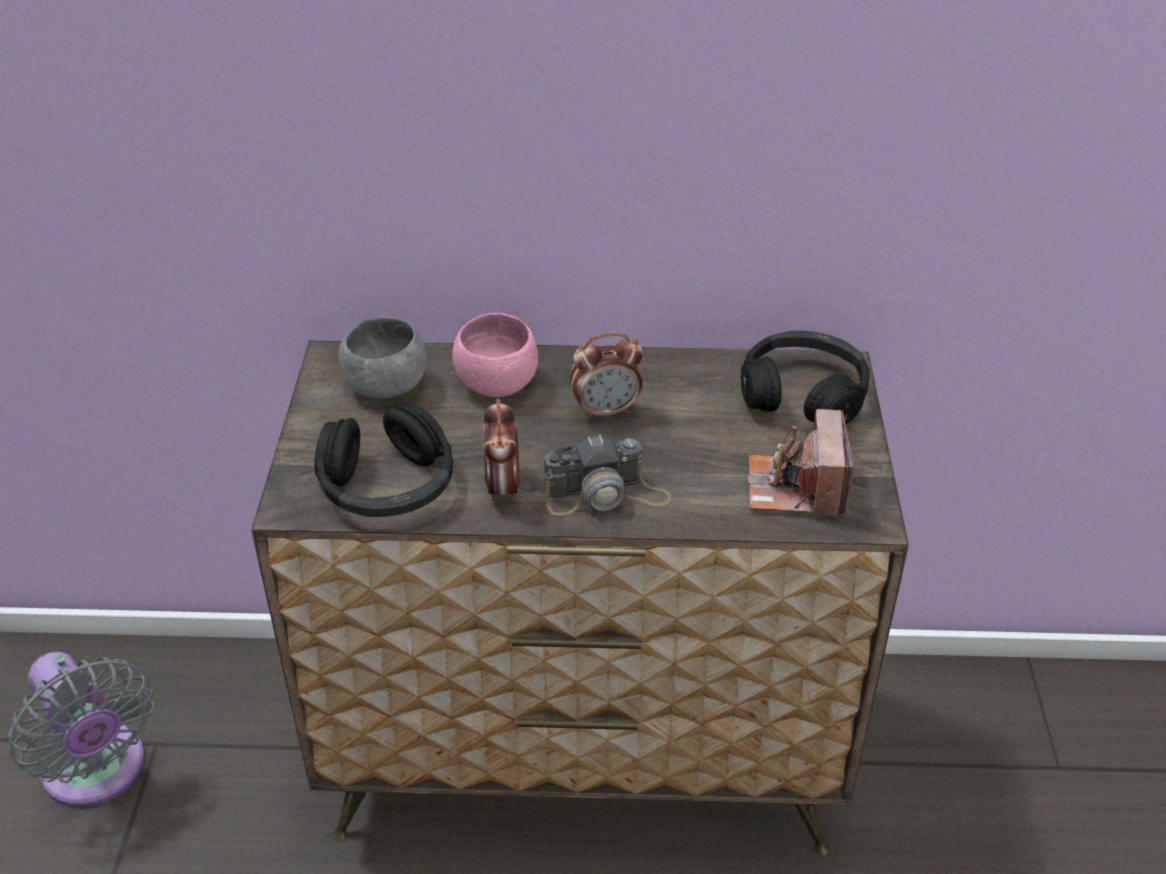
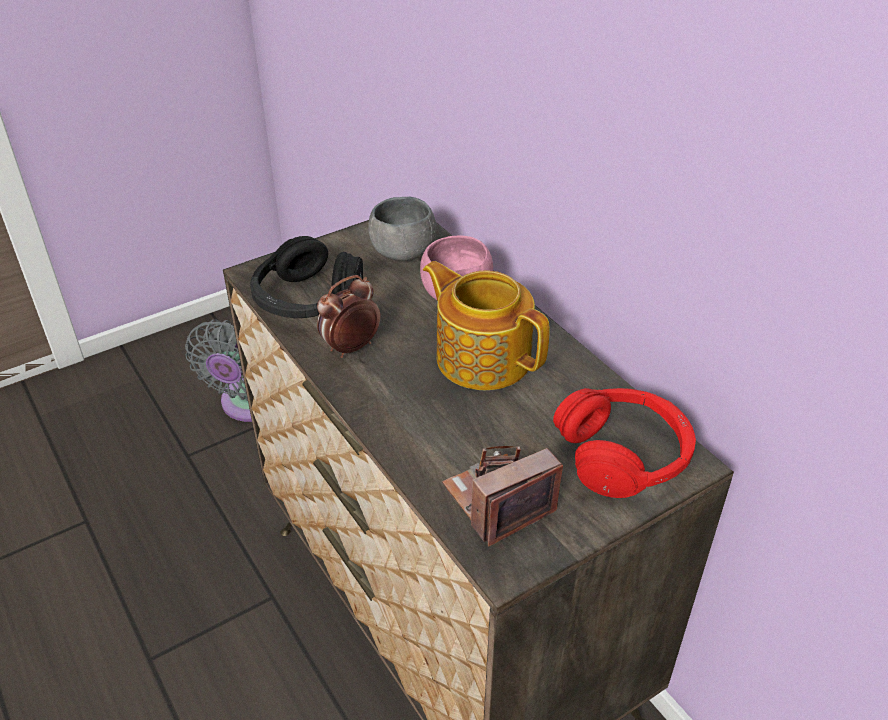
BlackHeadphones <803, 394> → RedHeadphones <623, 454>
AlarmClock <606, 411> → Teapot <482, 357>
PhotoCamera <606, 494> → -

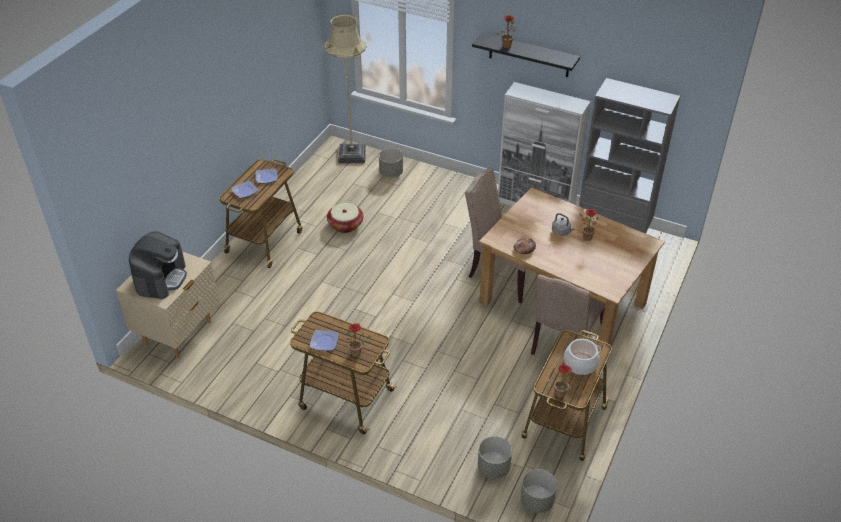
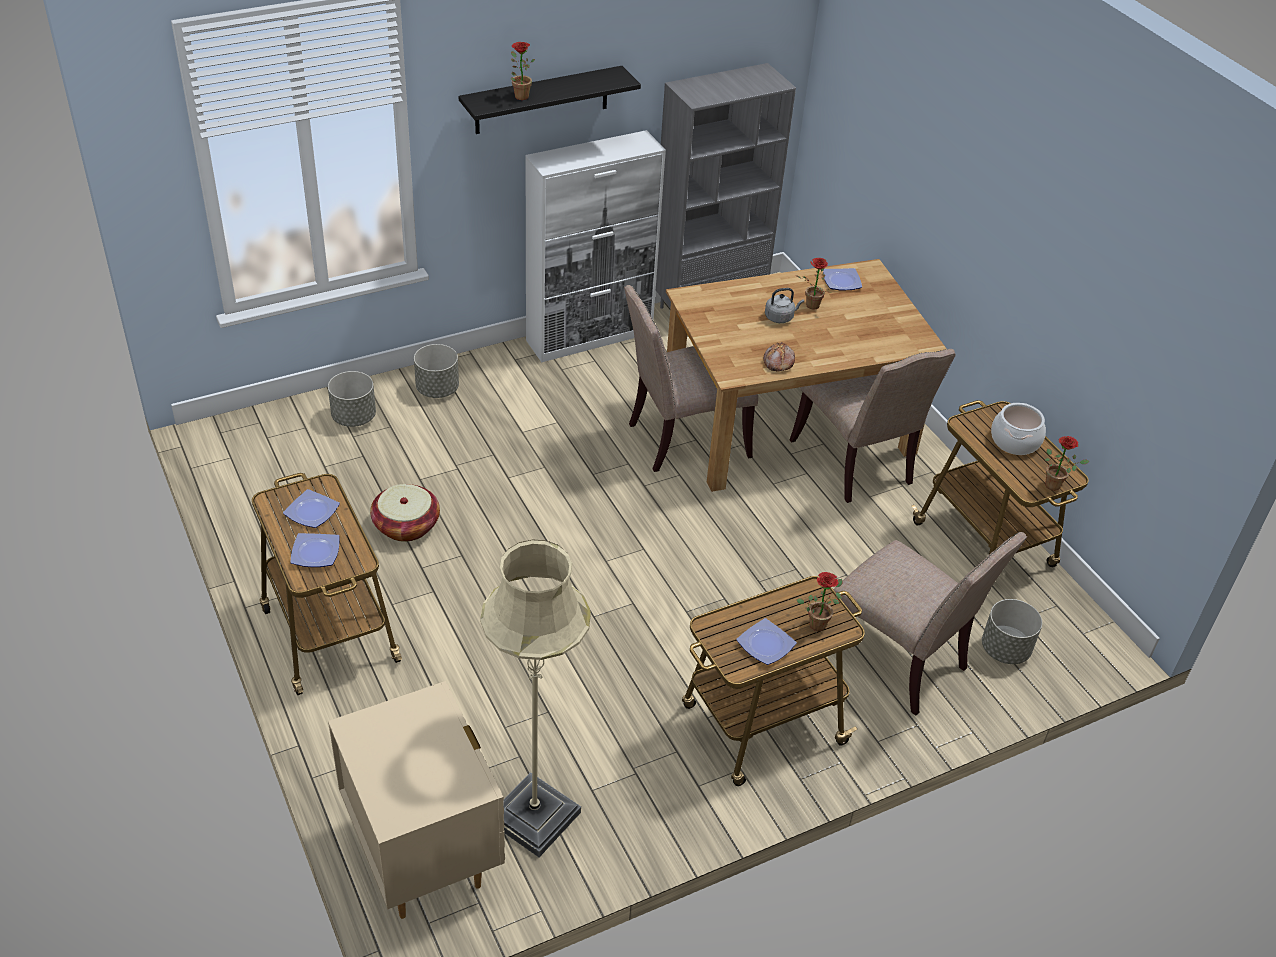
BeigeFloorLamp <352, 155> → BeigeFloorLamp <534, 817>, moved
CoffeeMachine <161, 278> → -
GreyPlanter <536, 501> → GreyPlanter <437, 389>, moved
- → Plate <841, 282>
- → BeigeChair <899, 661>

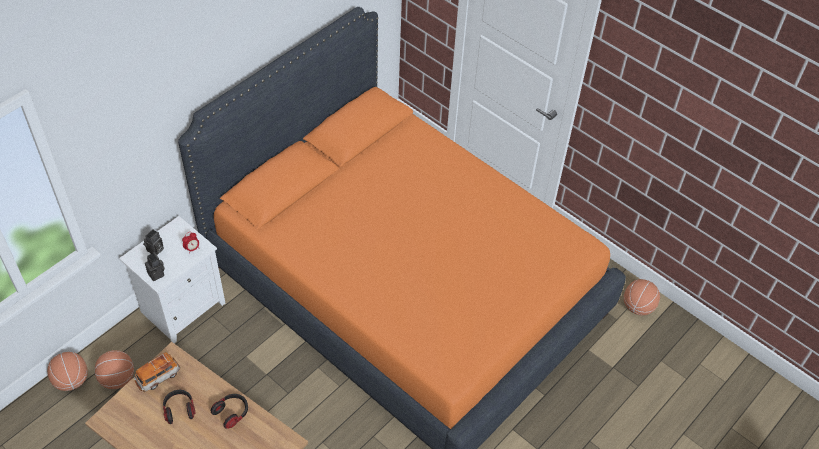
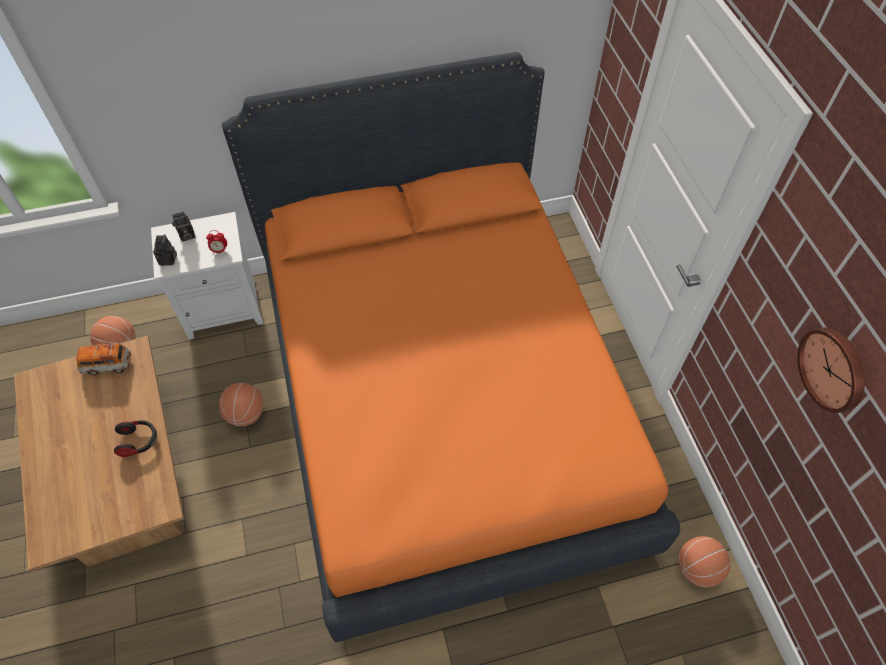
Basketball <71, 380> → Basketball <246, 414>, moved
Headphones <179, 409> → -
- → WallClock <834, 368>

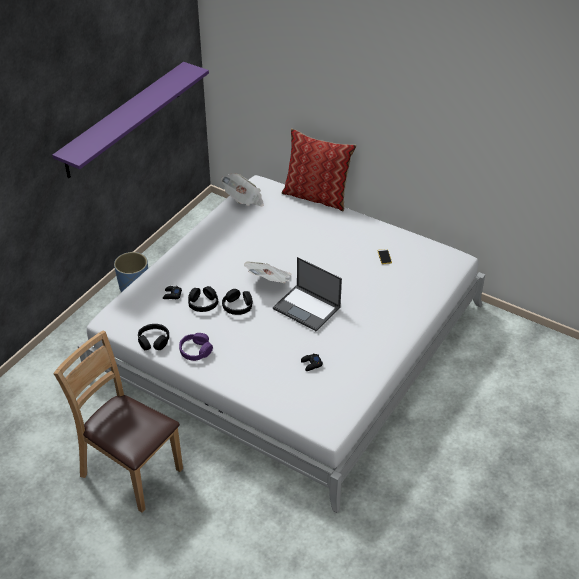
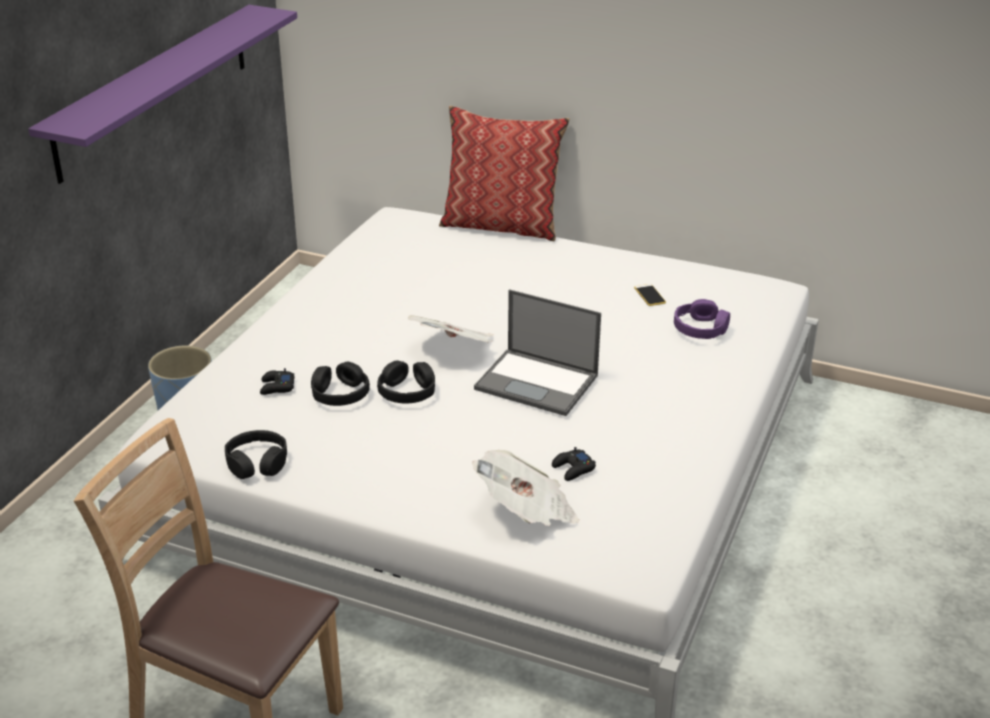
Newspaper <244, 200> → Newspaper <526, 511>, moved
PurpleHeadphones <195, 351> → PurpleHeadphones <700, 329>, moved

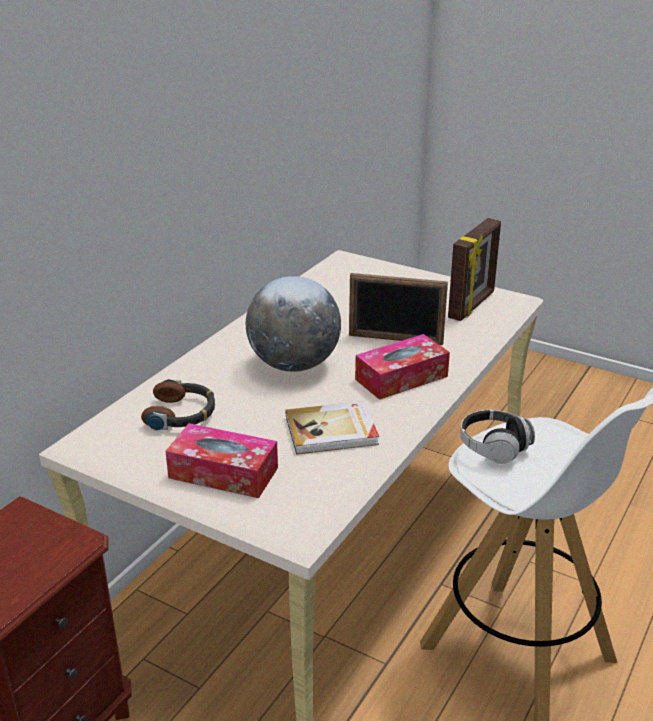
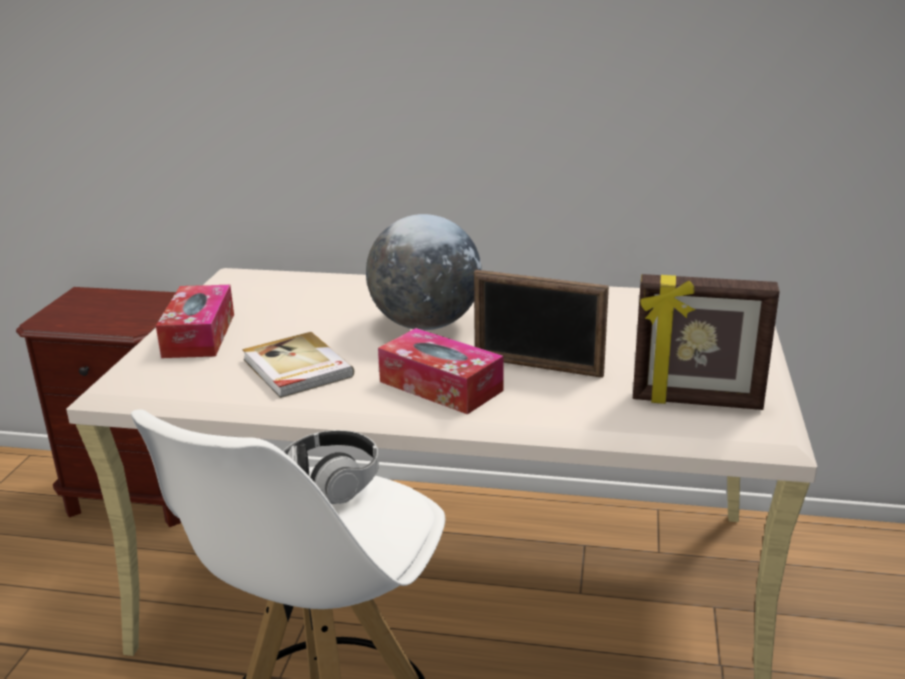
PictureFrame <395, 339> → PictureFrame <537, 367>, 60 degrees counterclockwise
Headphones <181, 414> → -

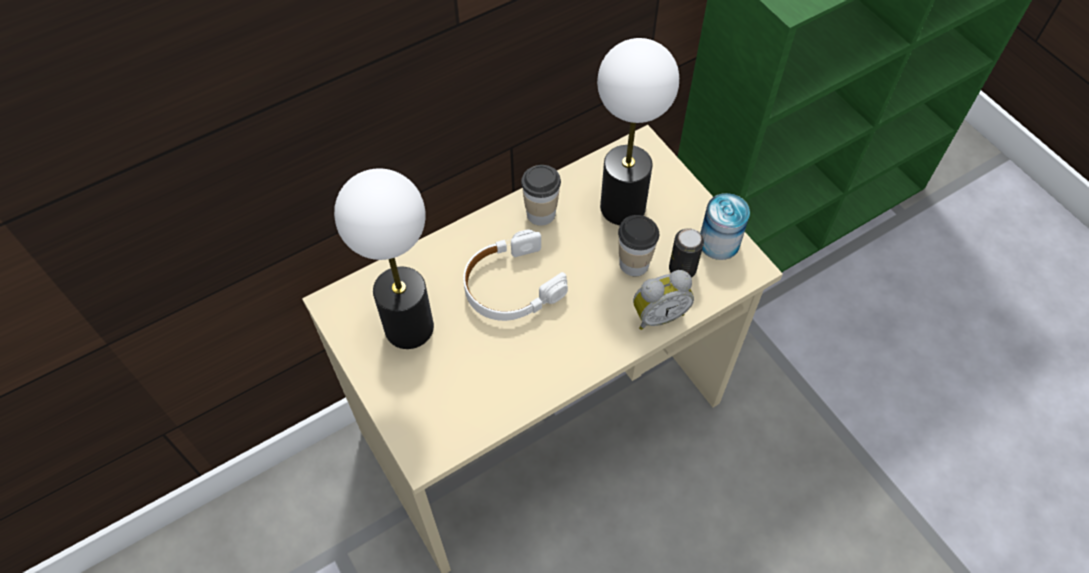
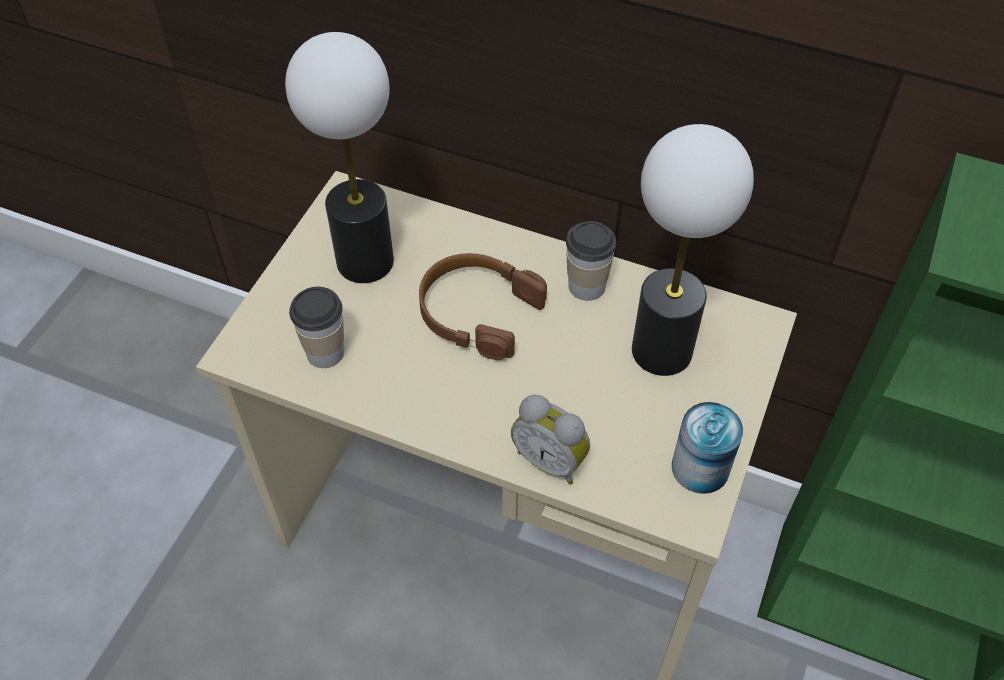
Cup <634, 263> → Cup <325, 352>, moved
Can <682, 269> → -
WhiteHeadphones <511, 286> → BrownHeadphones <477, 312>

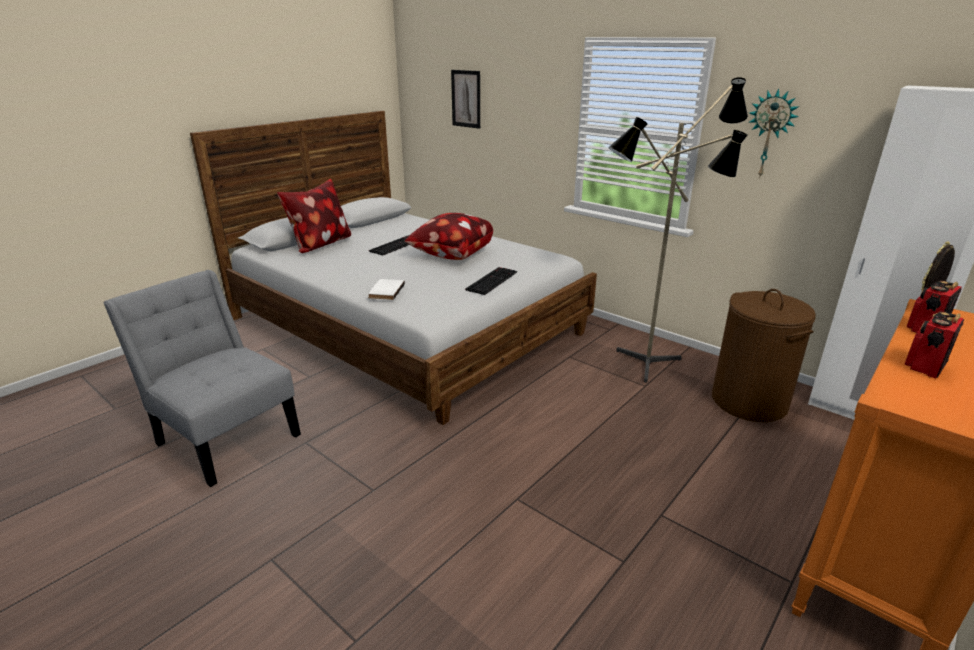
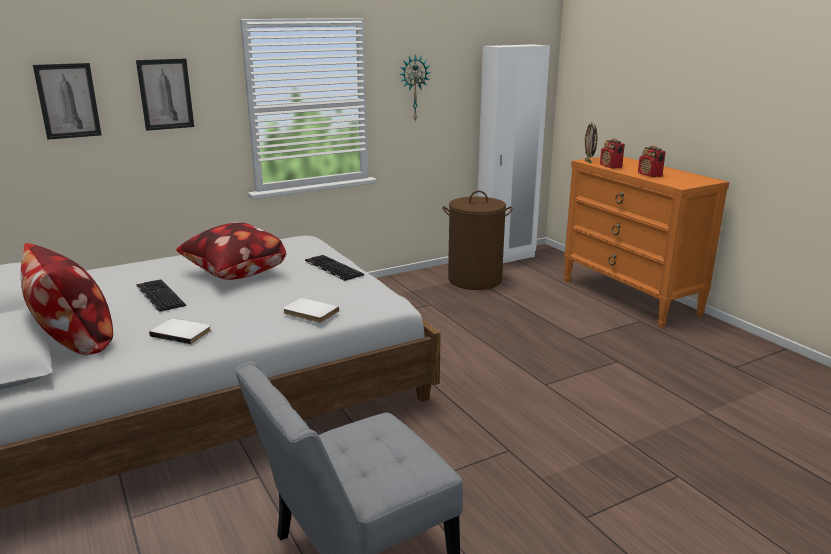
FloorLamp <652, 367> → -
- → Picture <165, 94>
- → WhiteBook <182, 332>

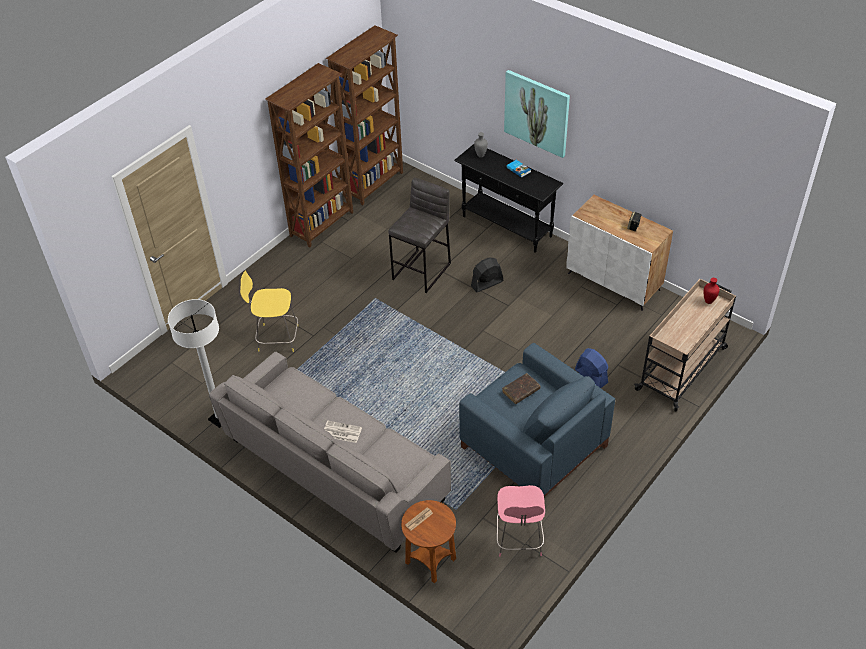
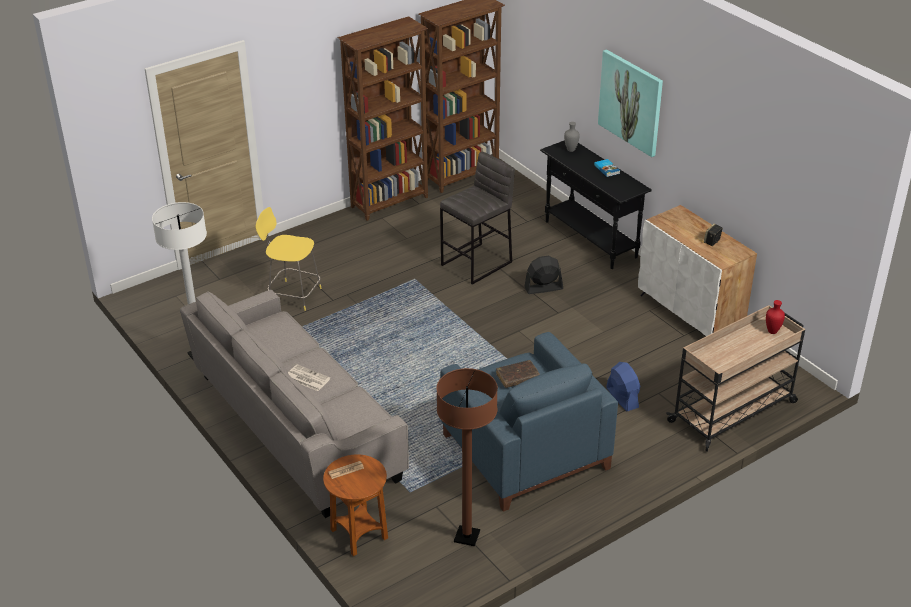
PinkStool <519, 540> → BrownFloorLamp <467, 536>

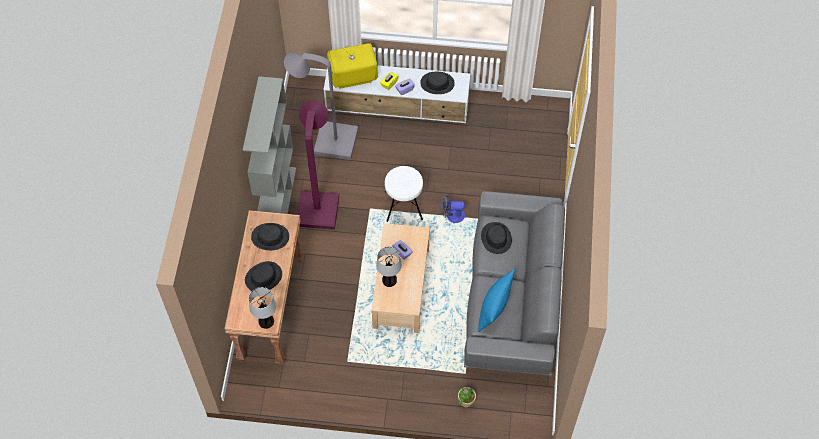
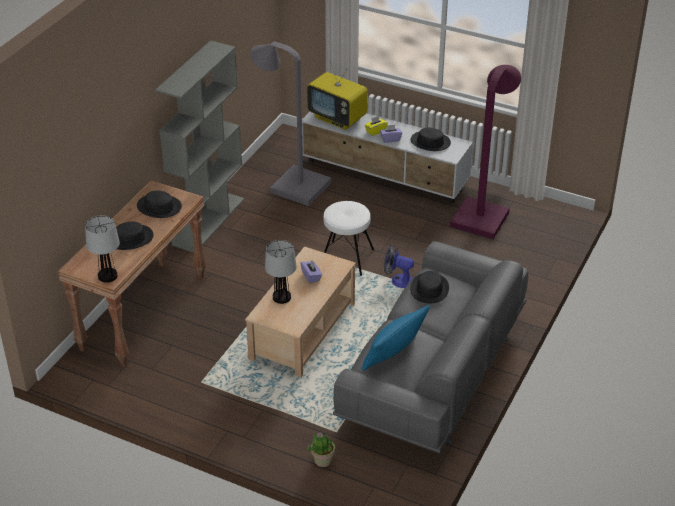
Television <352, 78> → Television <338, 118>, 150 degrees counterclockwise
PurpleFloorLamp <318, 204> → PurpleFloorLamp <482, 214>, moved

